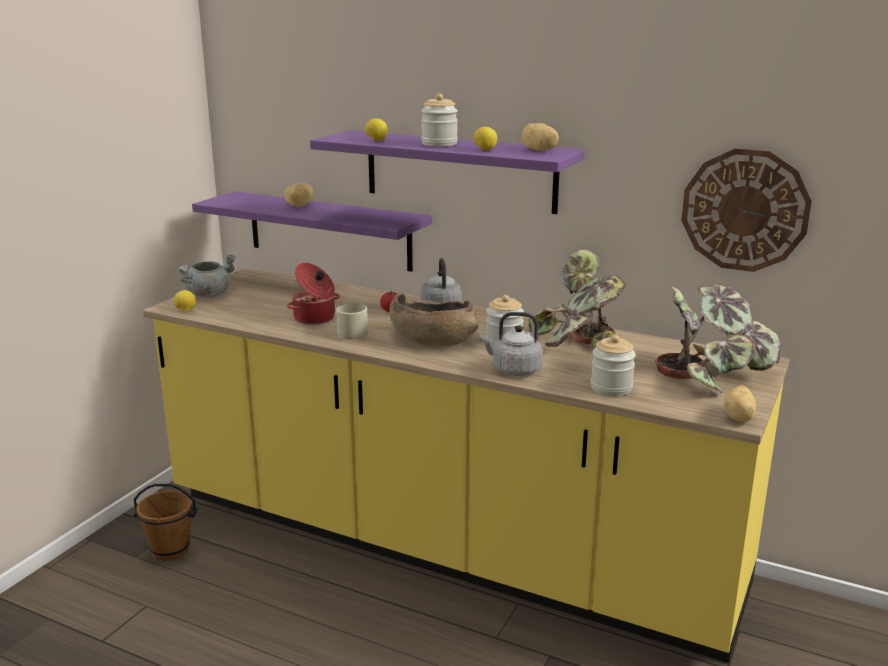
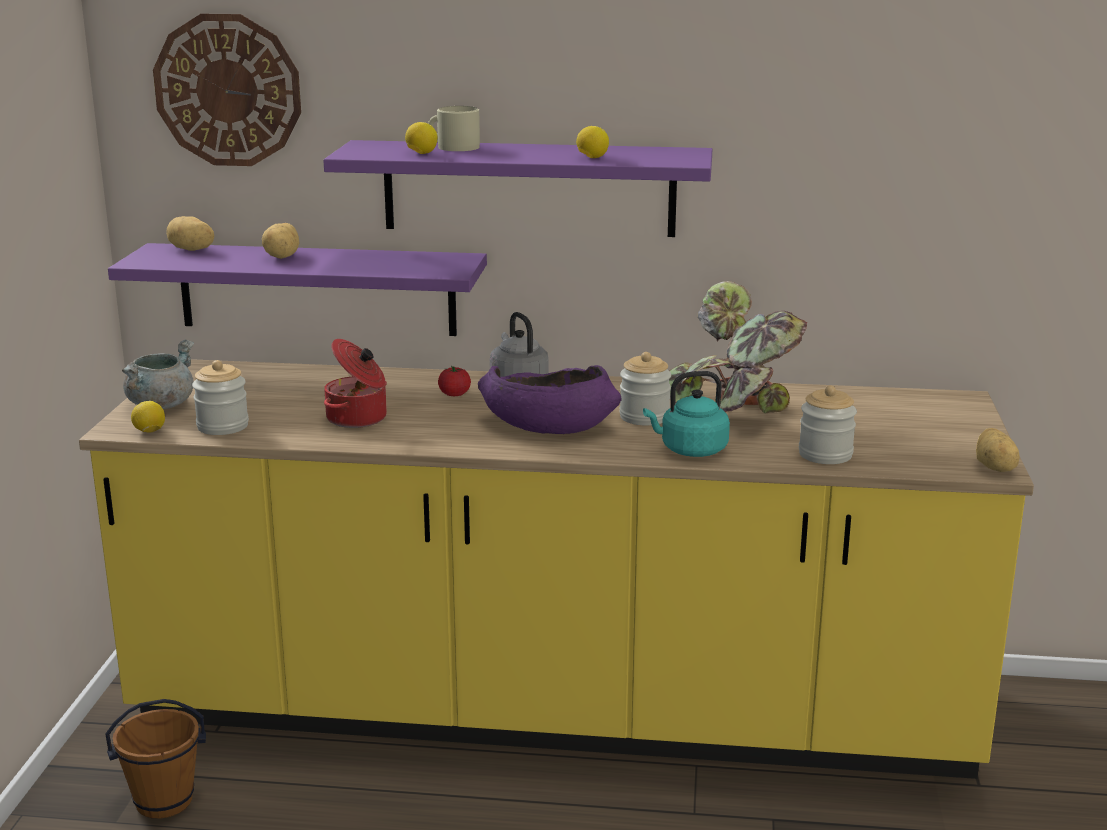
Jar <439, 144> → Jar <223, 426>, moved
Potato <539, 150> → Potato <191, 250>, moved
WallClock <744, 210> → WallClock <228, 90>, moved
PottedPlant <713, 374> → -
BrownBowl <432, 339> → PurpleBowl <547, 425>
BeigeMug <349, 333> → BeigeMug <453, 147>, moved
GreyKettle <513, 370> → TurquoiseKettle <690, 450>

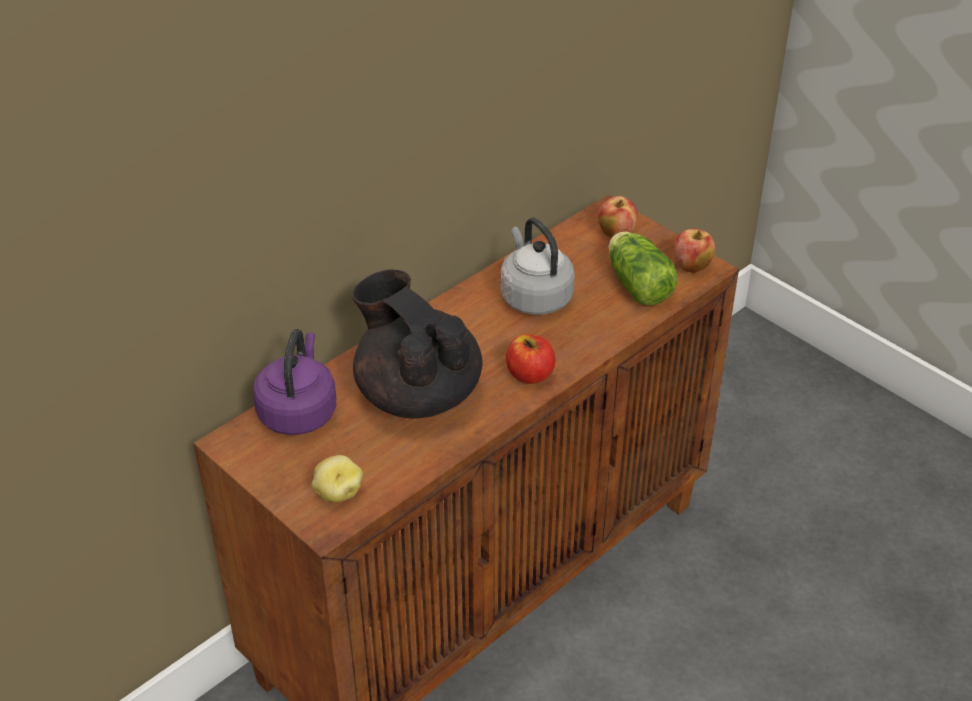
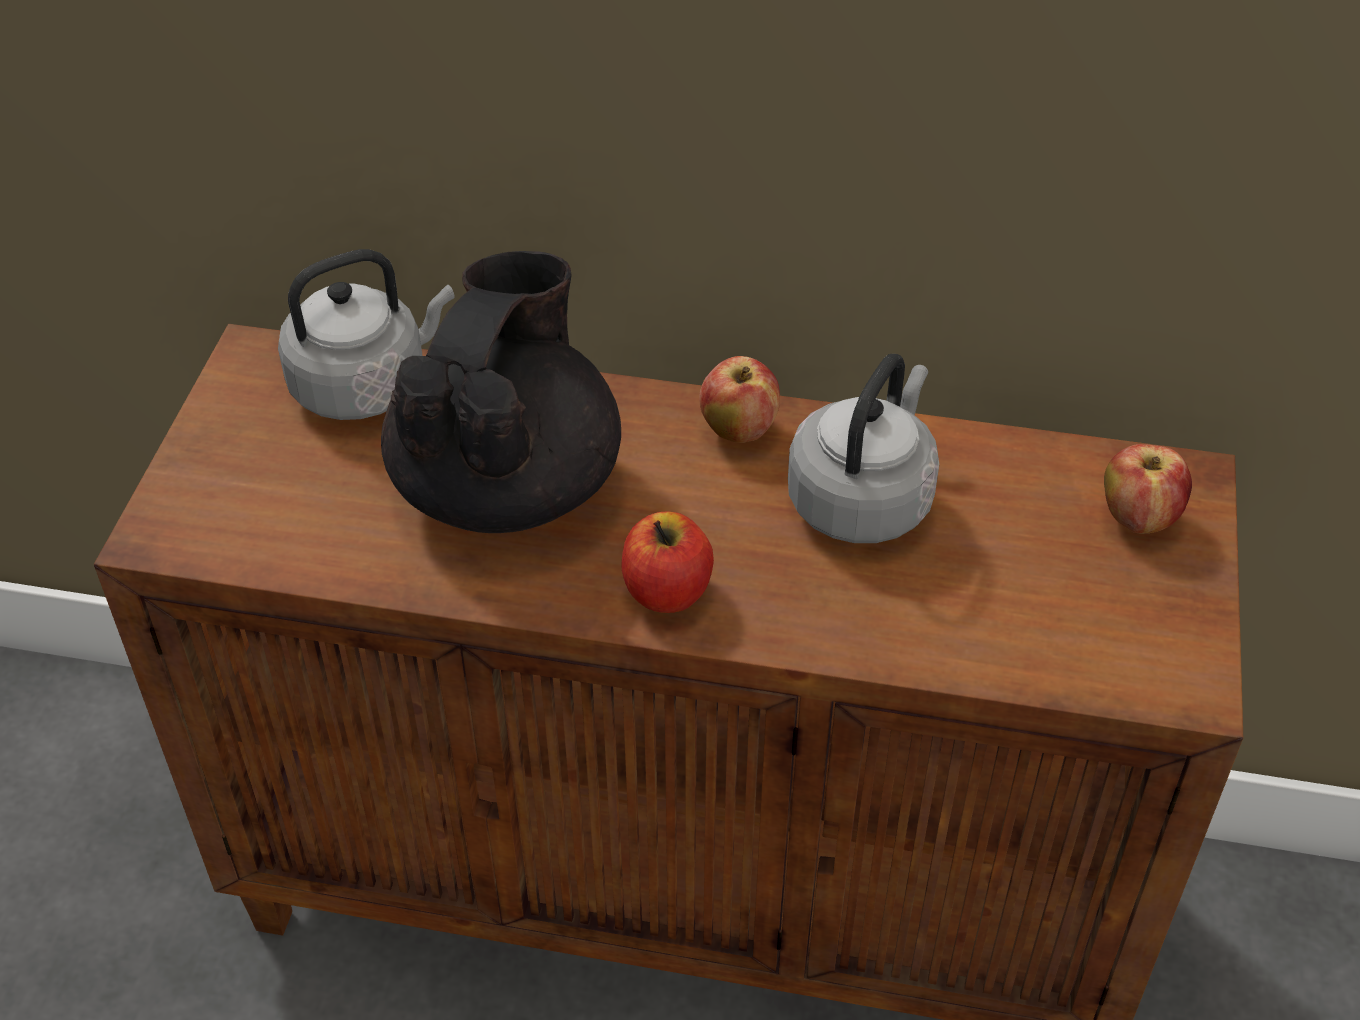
Apple <691, 267> → Apple <738, 430>, moved
Lettuce <636, 283> → -
PurpleKettle <298, 411> → GreyKettle <366, 385>
Potato <337, 492> → -

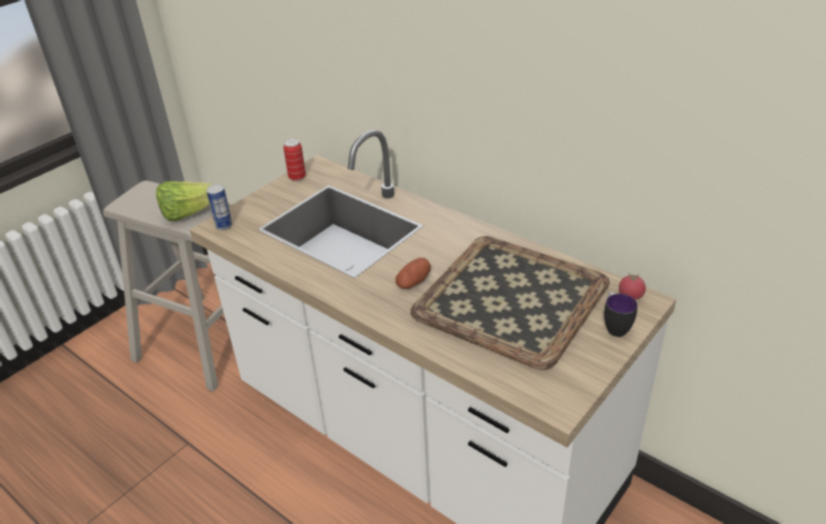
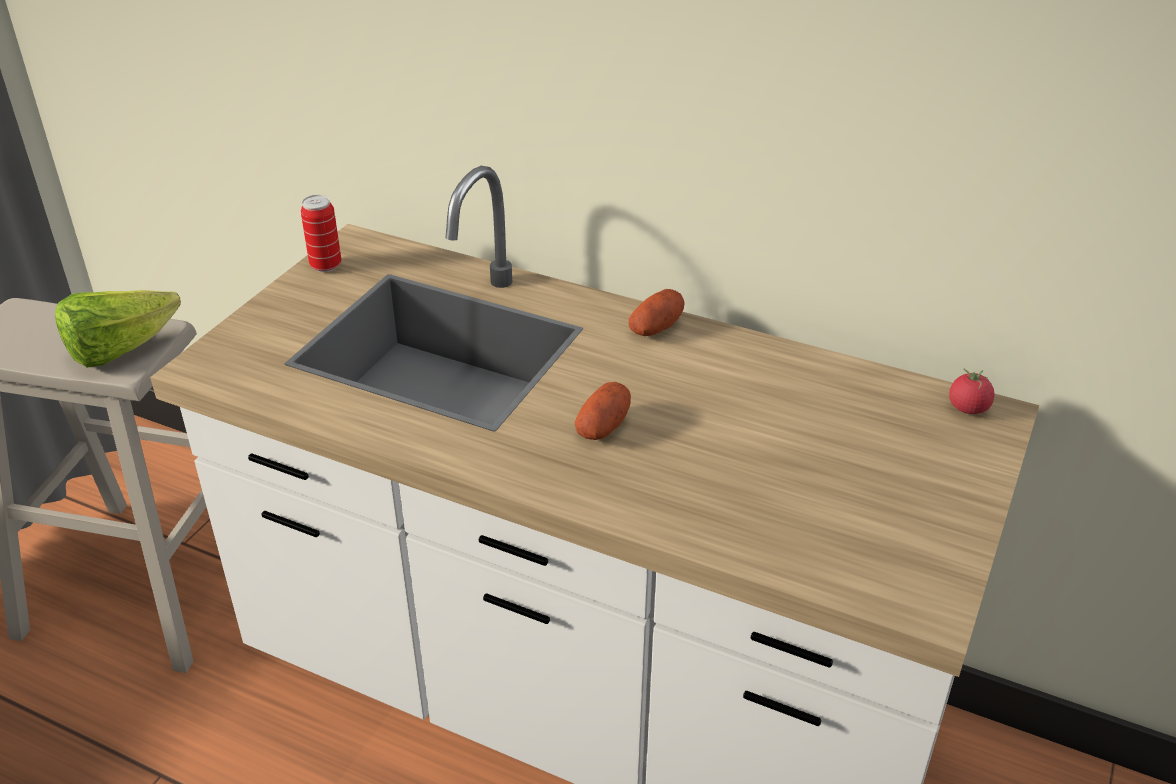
Can <224, 226> → -
Tray <510, 297> → -
Mug <614, 326> → -
- → Potato <656, 328>

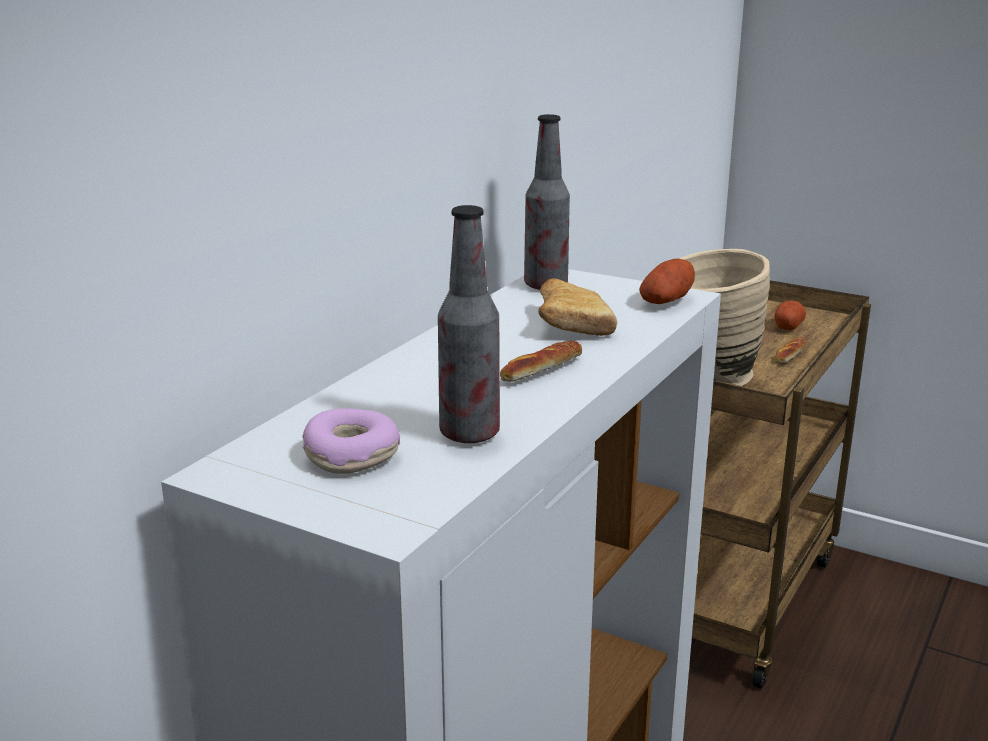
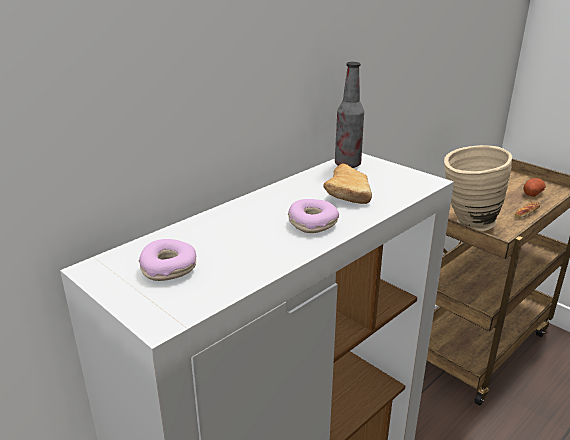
Bottle <469, 434> → -
Potato <666, 301> → -
Bread <542, 369> → Donut <312, 223>

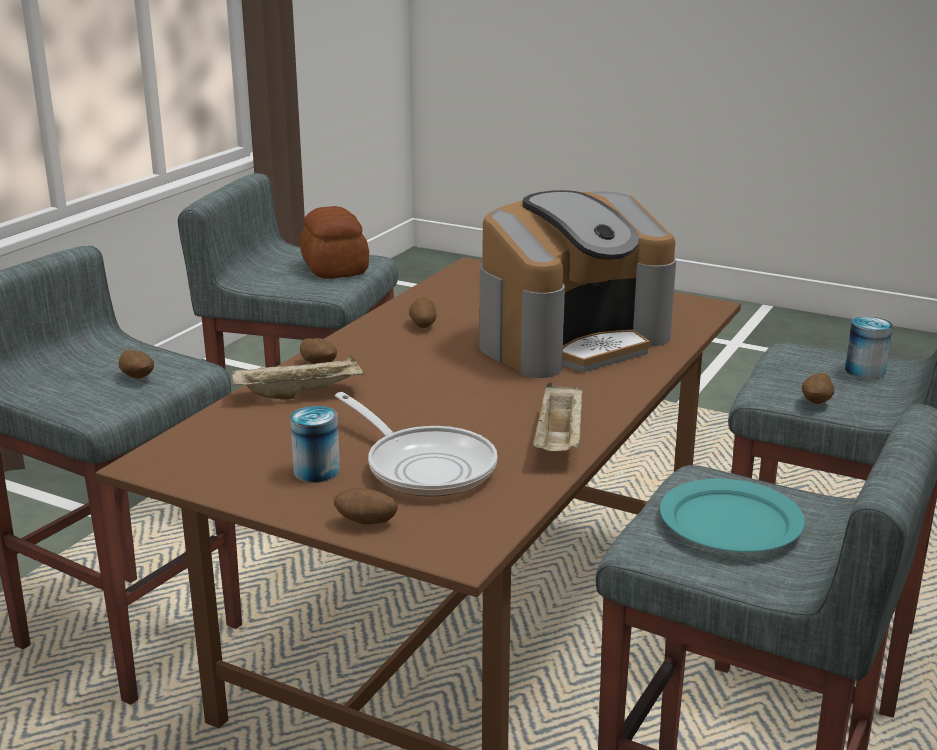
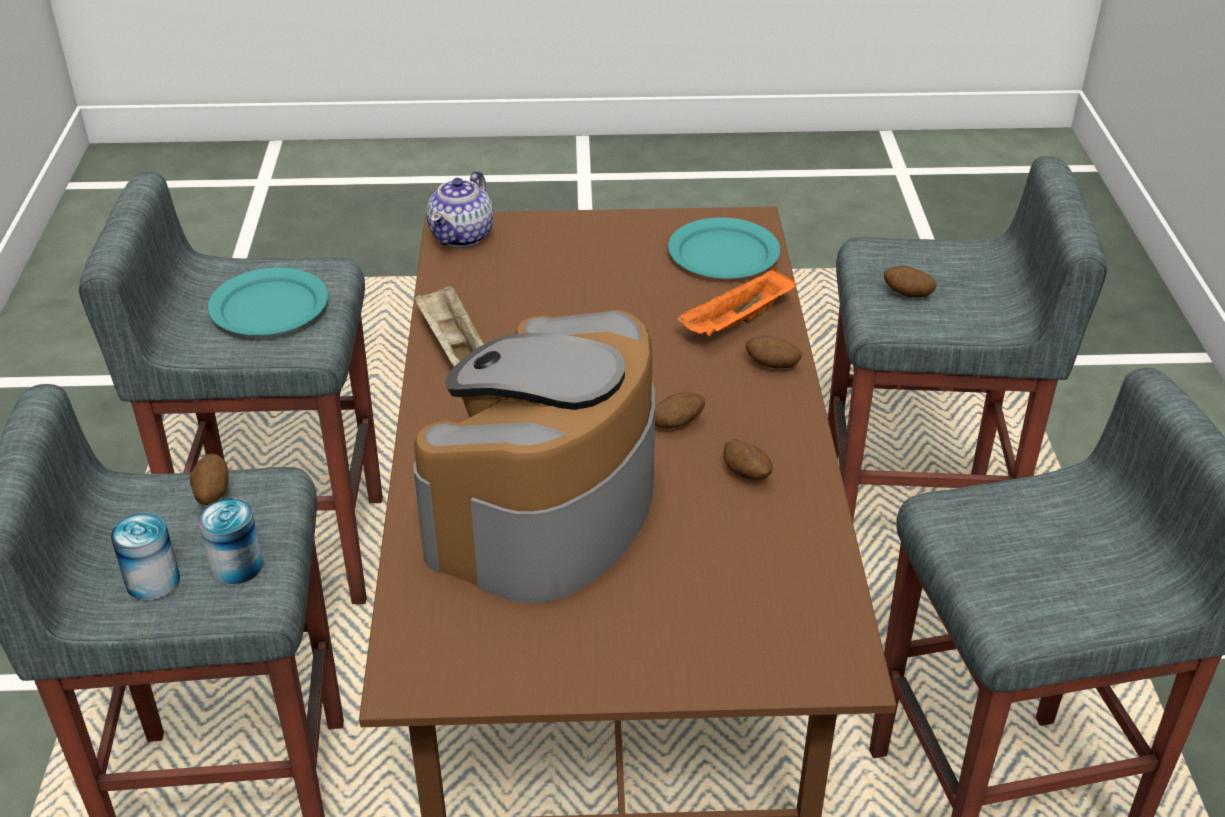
Bread <335, 267> → -
BeigeTray <301, 394> → OrangeTray <737, 323>
FryingPan <425, 466> → -
Can <316, 471> → Can <236, 566>, moved
Potato <366, 523> → Potato <676, 423>, moved
- → Teapot <463, 235>
- → TurquoisePlate <724, 253>

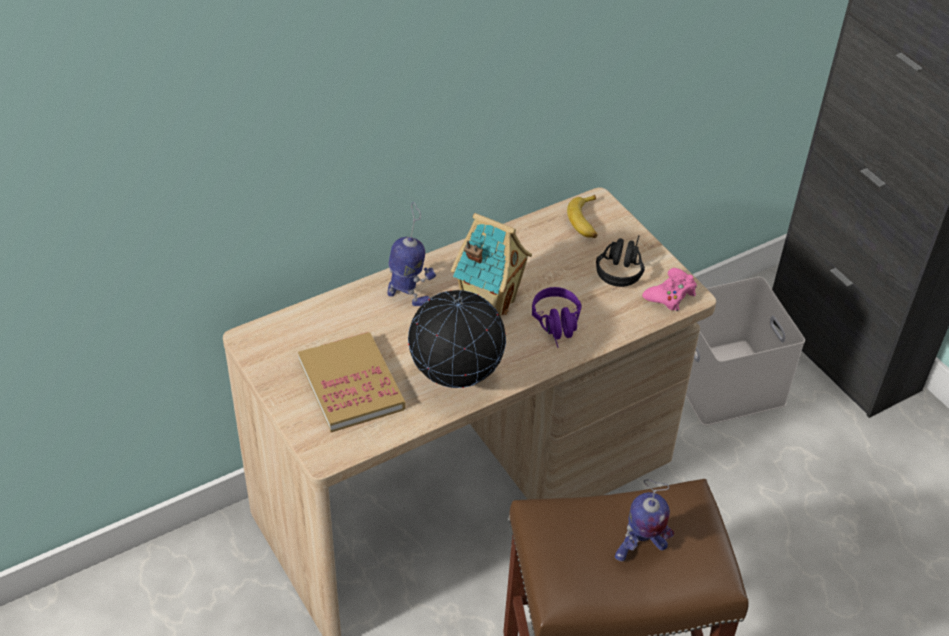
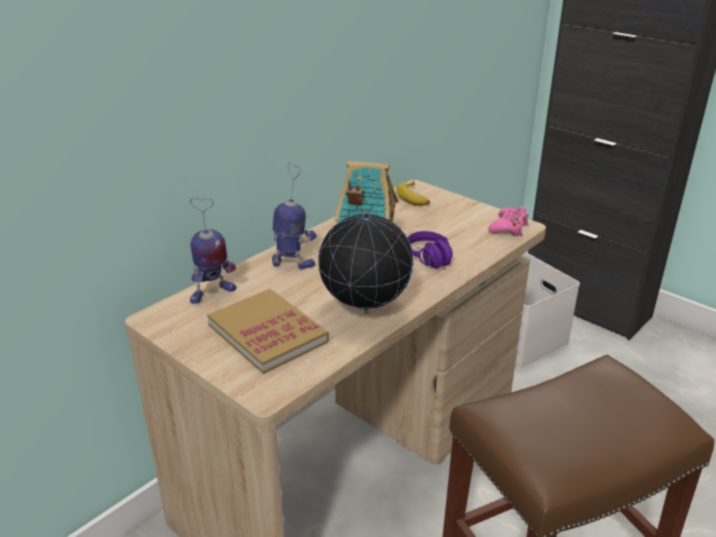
BlackHeadphones <621, 266> → -
ToyRobot <639, 549> → ToyRobot <212, 294>, moved

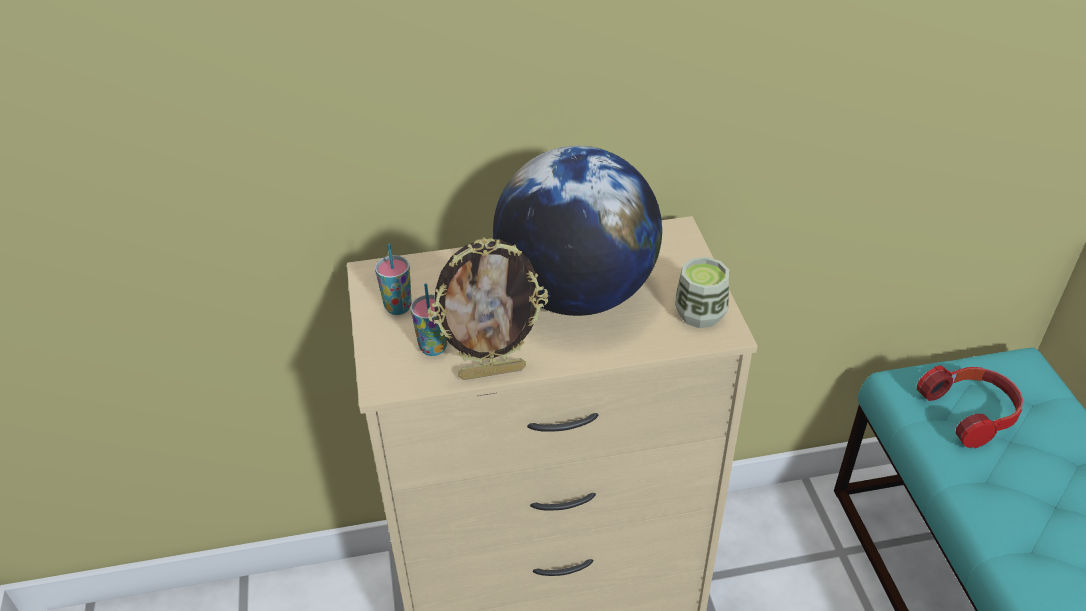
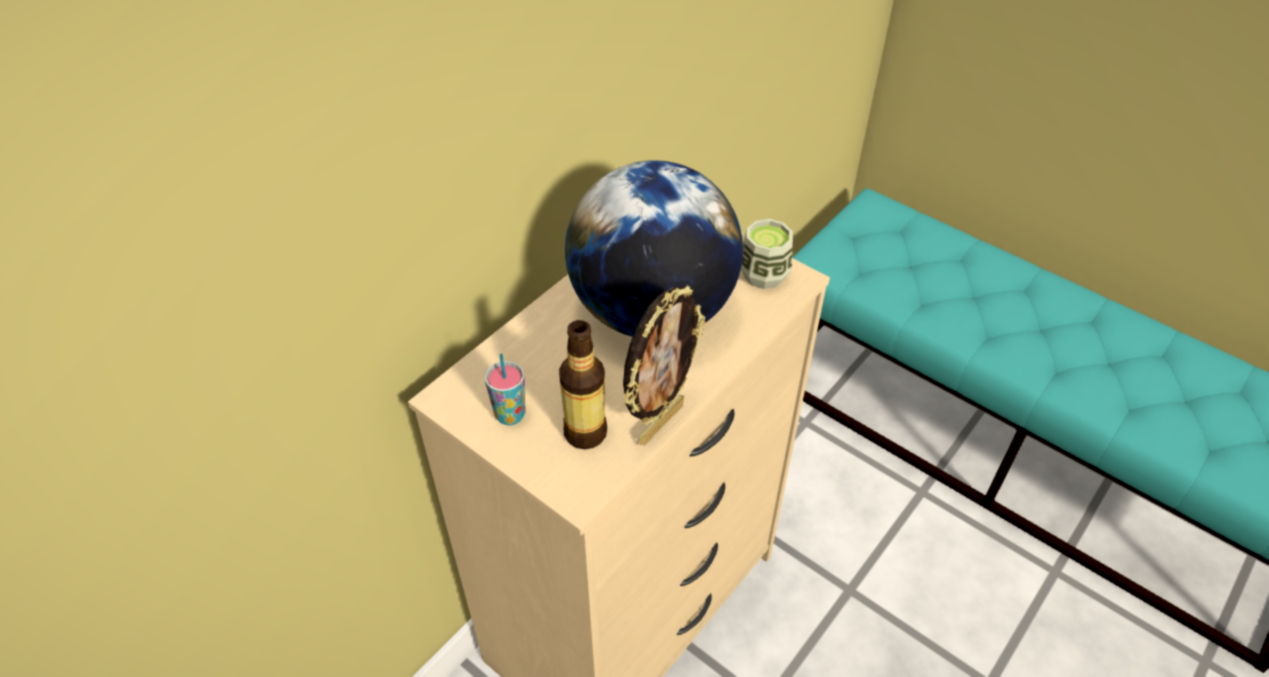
Cup <433, 348> → Bottle <585, 433>
Headphones <971, 412> → -

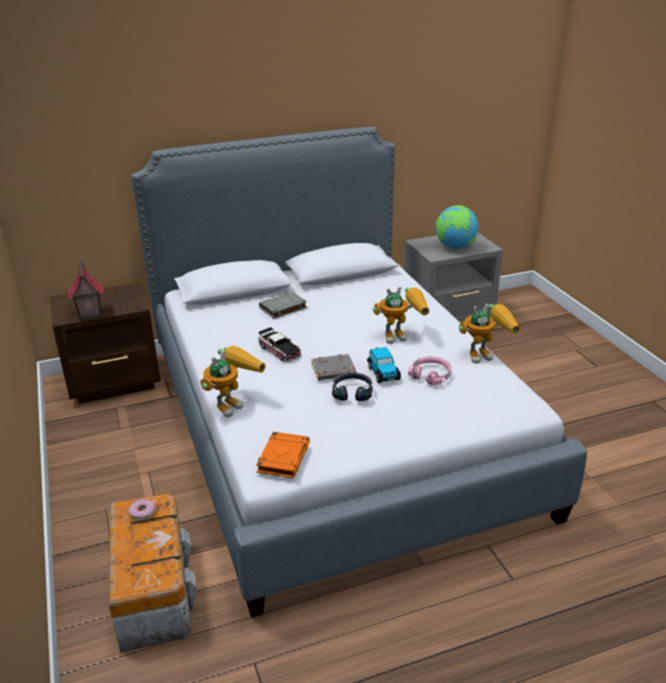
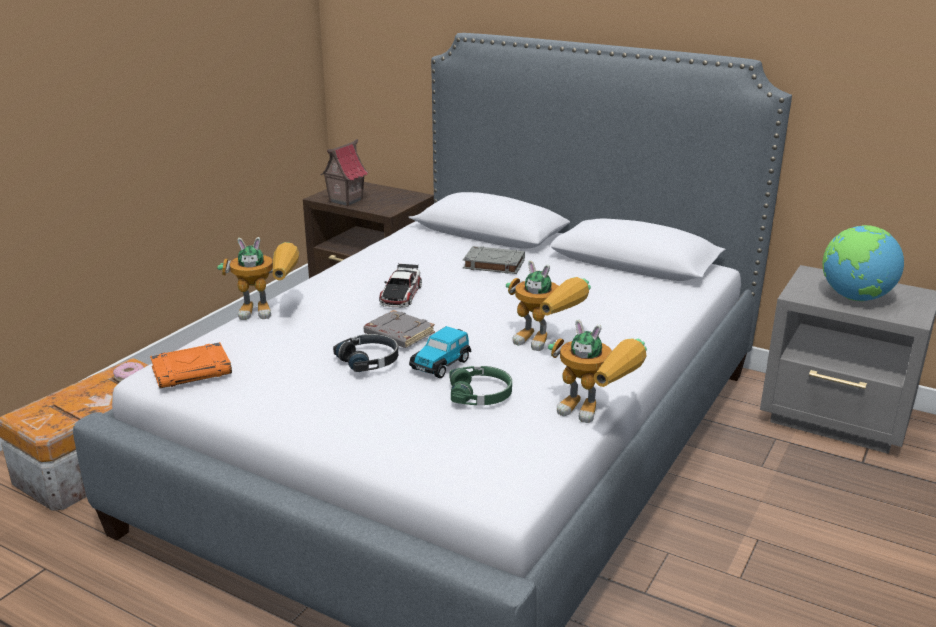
PinkHeadphones <431, 375> → GreenHeadphones <481, 394>

